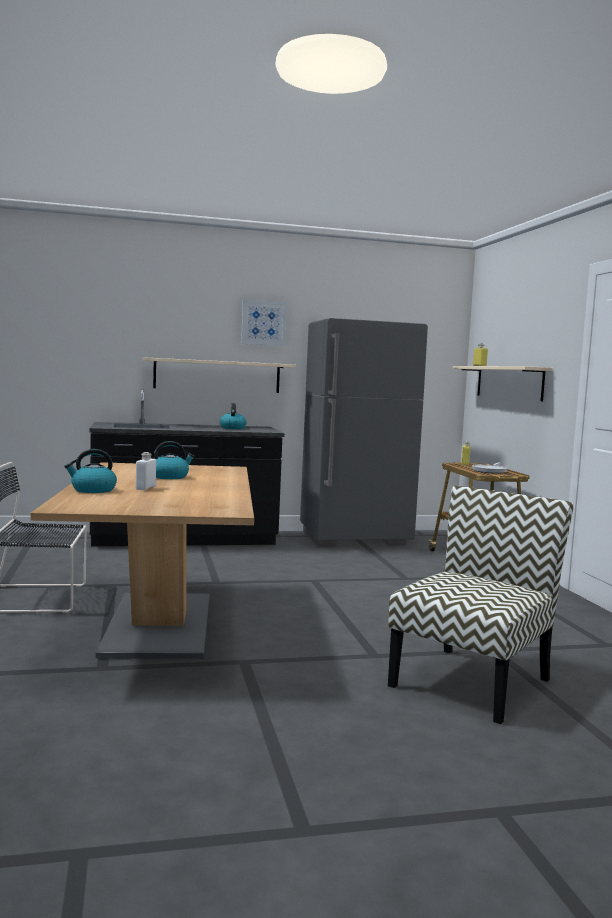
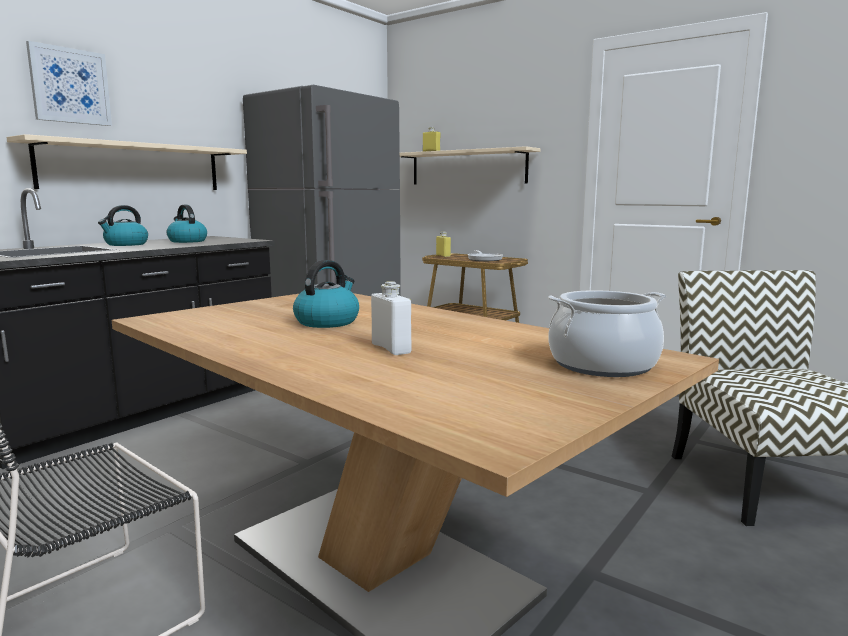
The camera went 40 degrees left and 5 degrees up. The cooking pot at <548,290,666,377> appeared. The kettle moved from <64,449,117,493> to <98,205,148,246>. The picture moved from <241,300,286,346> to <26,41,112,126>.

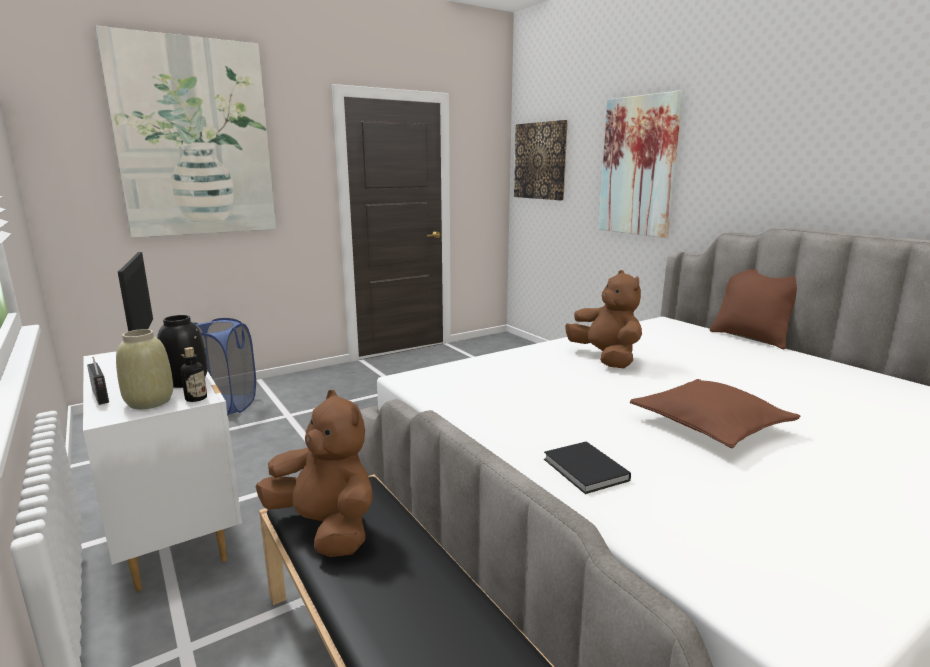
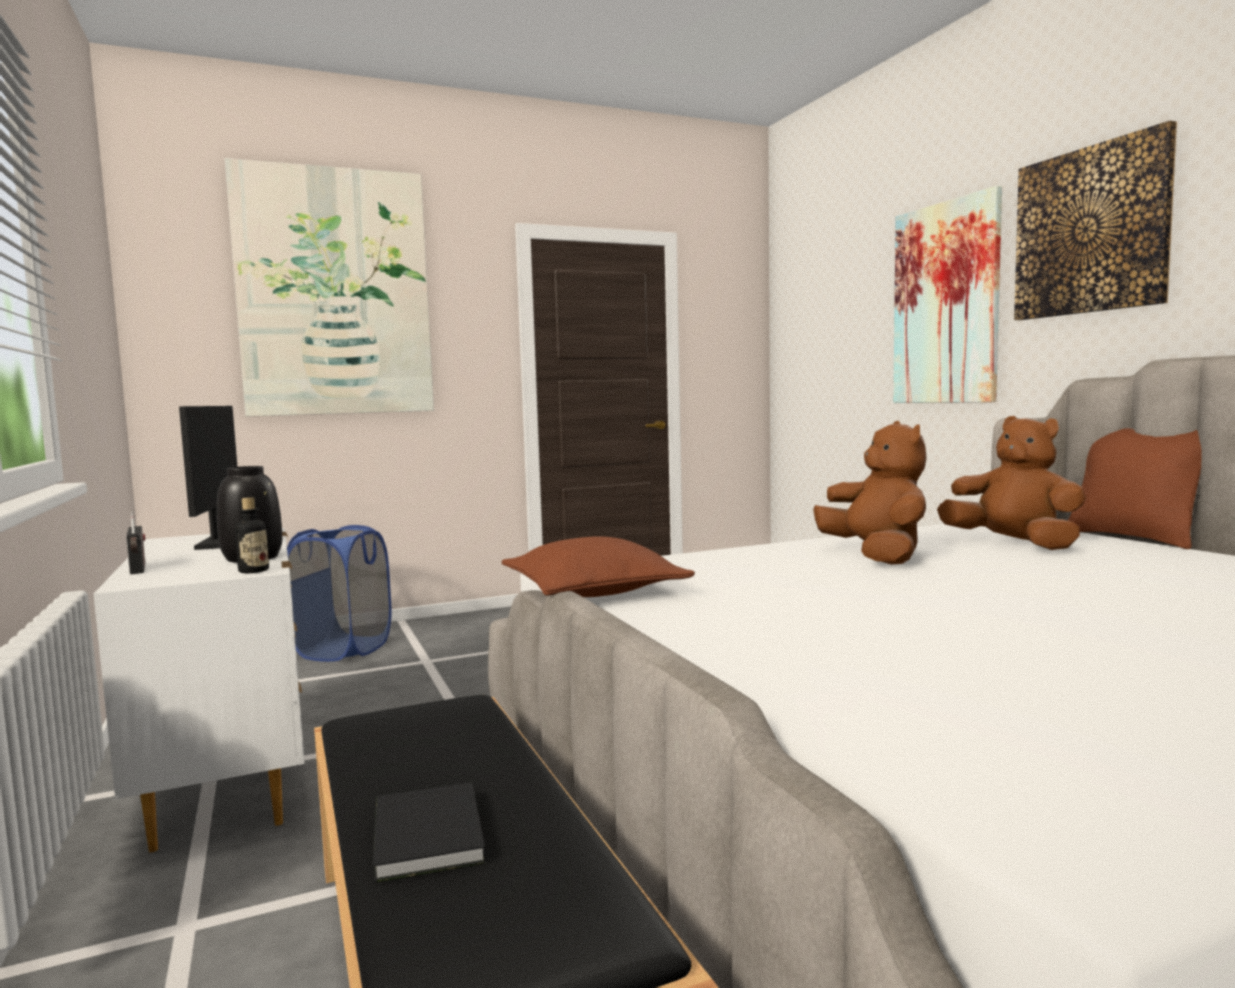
The camera went 10 degrees right and 10 degrees down. The vase (beige) at <116,329,173,409> disappeared. The plush toy (brown) moved from <255,390,373,557> to <937,416,1086,550>. The picture moved from <514,120,568,200> to <1014,121,1177,320>. The book (black) moved from <544,441,631,494> to <373,782,486,883>. The pillow (brown) moved from <630,379,800,448> to <502,536,695,597>.

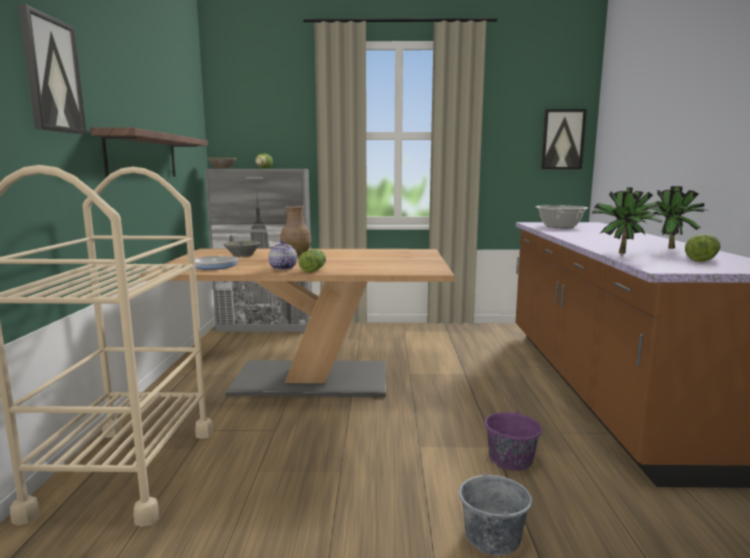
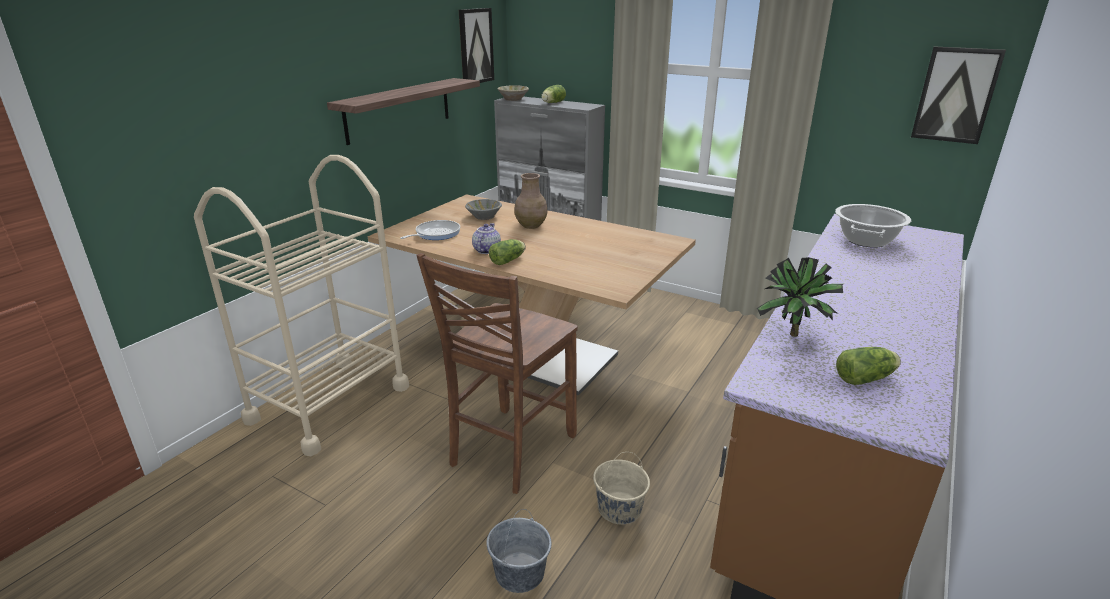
The camera went 30 degrees right and 15 degrees up. The potted plant at <643,186,709,249> disappeared. The chair (brown) at <416,253,578,494> appeared. The picture moved from <19,5,86,134> to <459,8,494,83>. The bucket (purple) at <485,397,542,471> became the bucket (beige) at <593,452,650,525>.

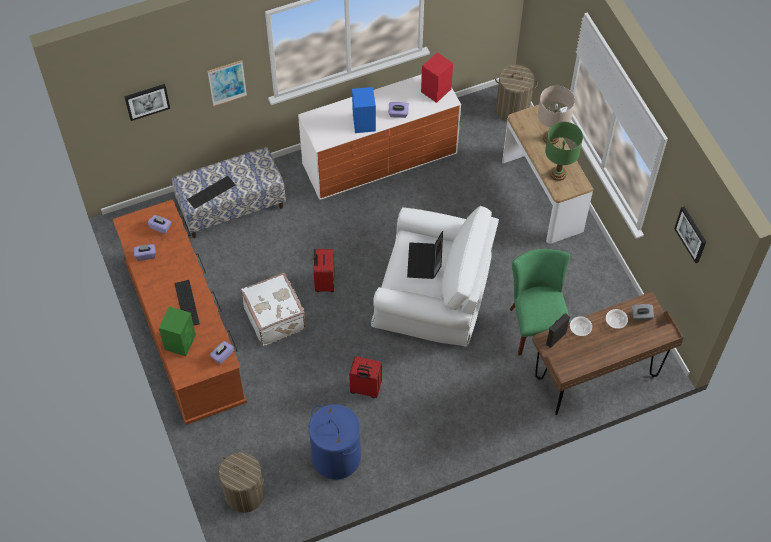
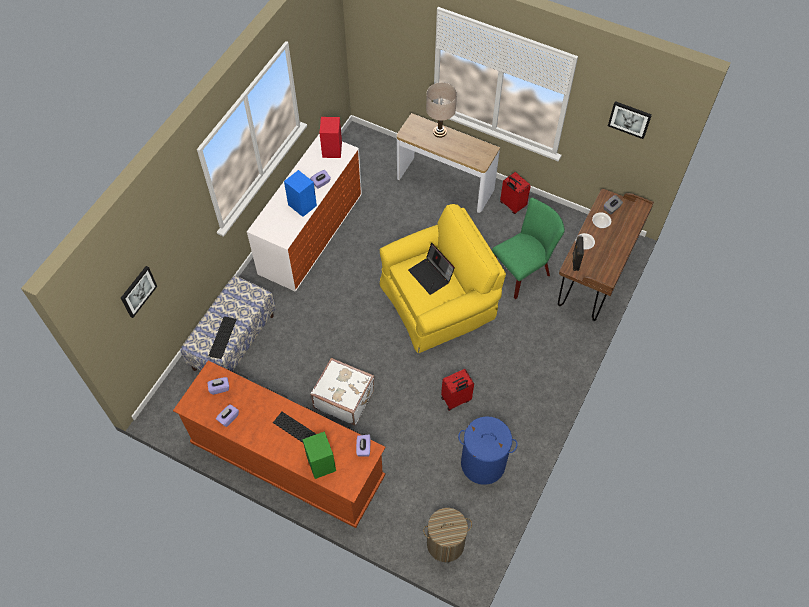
The camera went 40 degrees left and 0 degrees up. The picture at <207,60,247,106> disappeared. The laundry basket at <495,65,538,121> disappeared. The table lamp (green) at <545,122,583,181> disappeared. The suitcase (red) moved from <314,249,334,292> to <500,172,531,214>. The armchair (white) at <371,206,499,347> became the armchair (yellow) at <379,204,506,353>. The chair (green) at <510,249,571,356> turned 105 degrees clockwise.

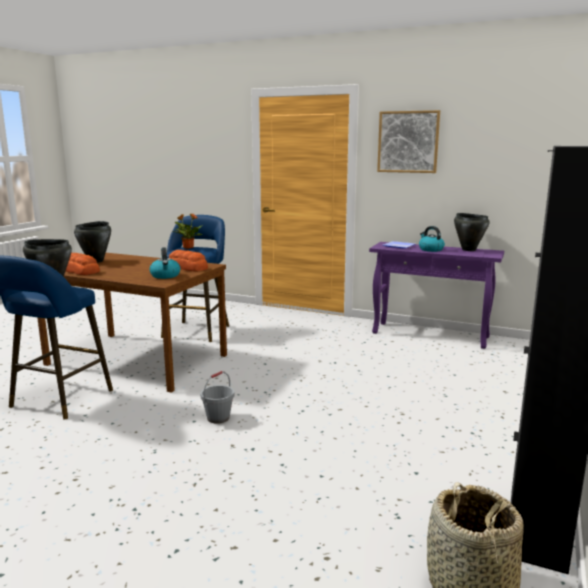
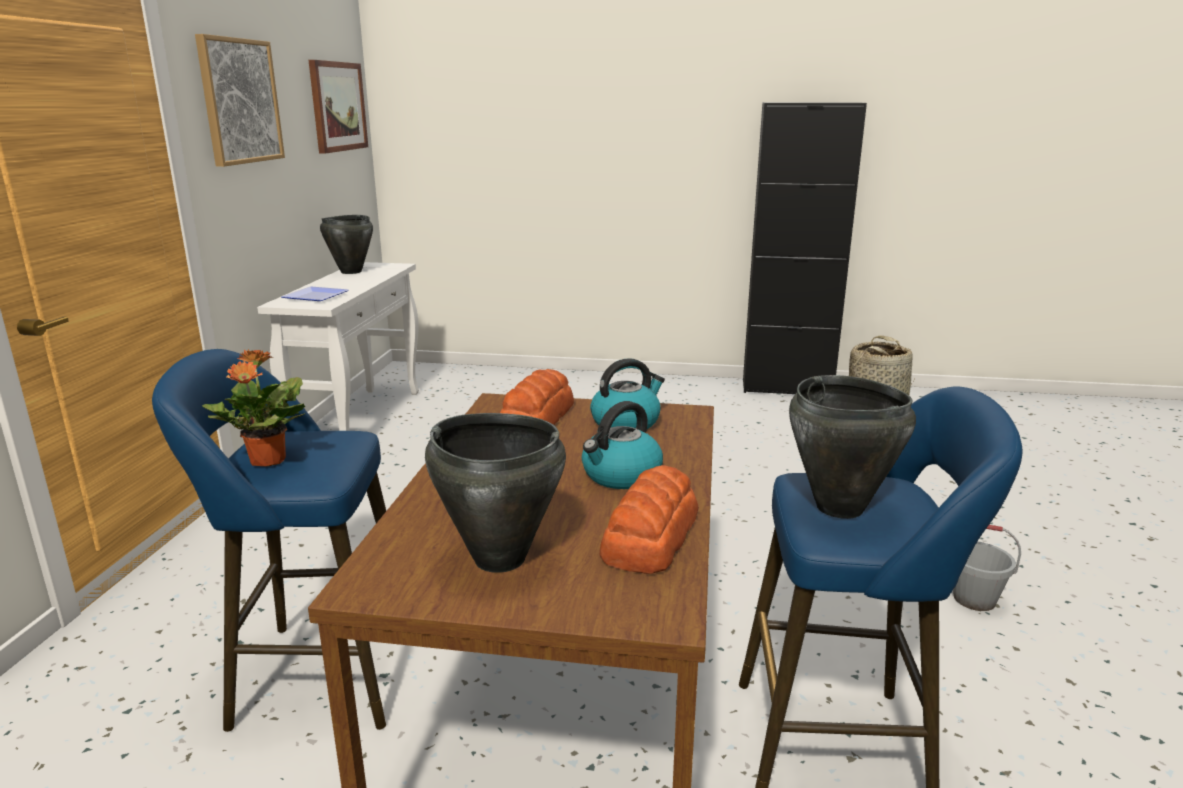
The camera went 105 degrees left and 5 degrees up. The picture at <309,60,368,154> appeared. The bucket (grey) moved from <200,371,235,424> to <953,525,1021,611>. The kettle moved from <419,226,445,252> to <582,401,663,489>. The console table (purple) at <369,242,504,349> became the console table (white) at <257,262,419,431>.

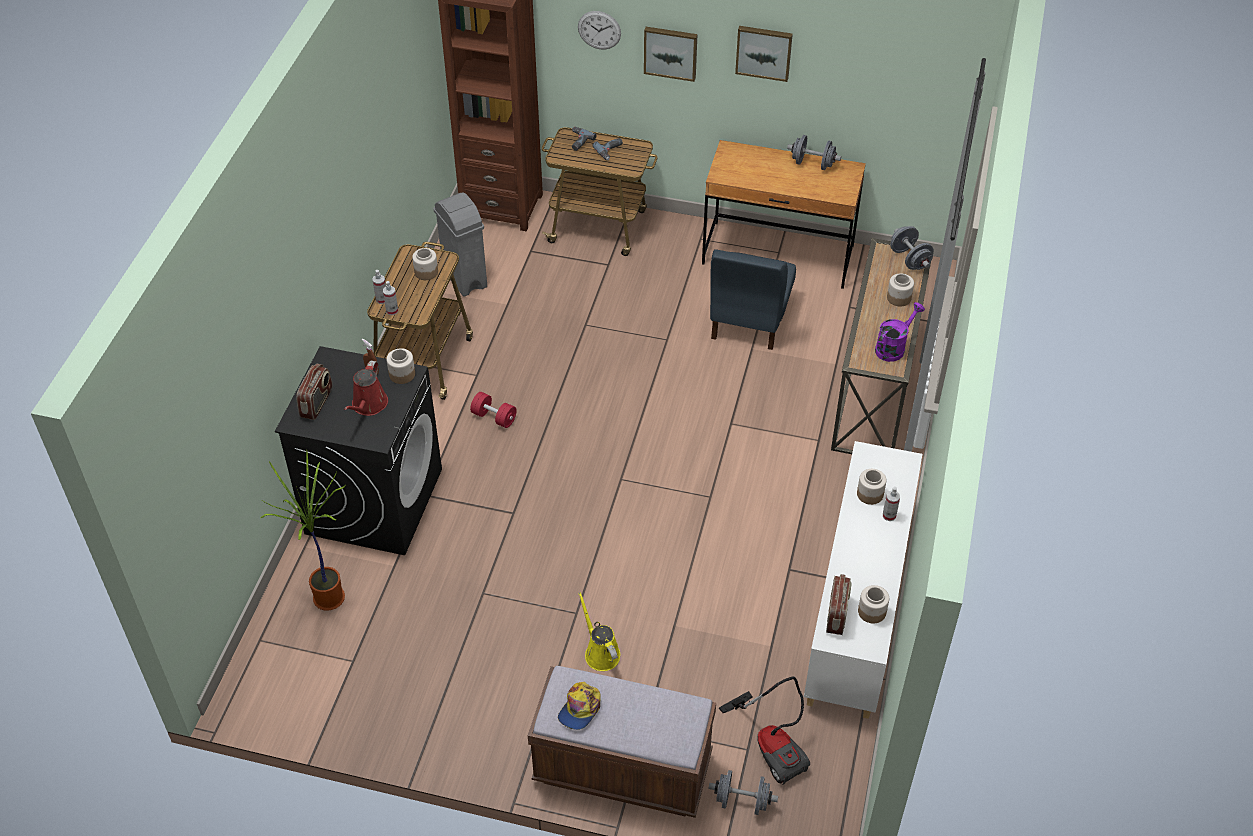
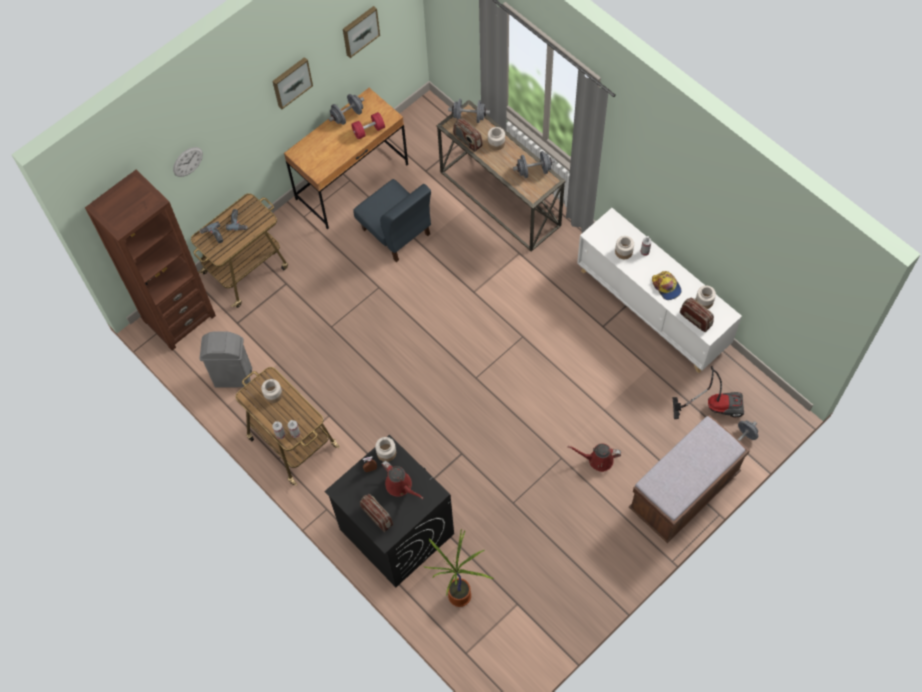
The camera went 55 degrees left and 15 degrees up. The radio at <453,118,483,152> appeared. The dumbbell (red) moved from <470,392,517,428> to <351,112,385,139>. The cap moved from <558,682,601,730> to <652,271,682,300>. The picture moved from <644,27,698,82> to <343,6,380,58>. The watering can (purple) at <875,302,925,362> was replaced by the dumbbell (grey) at <513,151,555,178>. The watering can (yellow) at <578,592,620,671> became the watering can (red) at <568,443,621,472>.

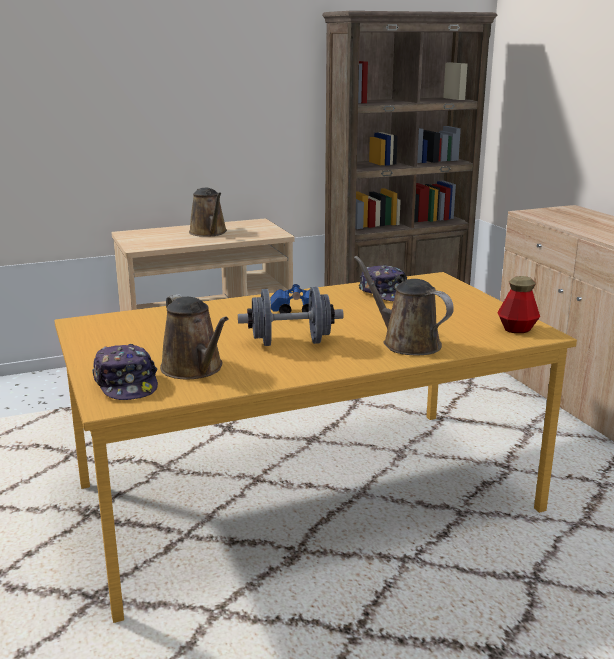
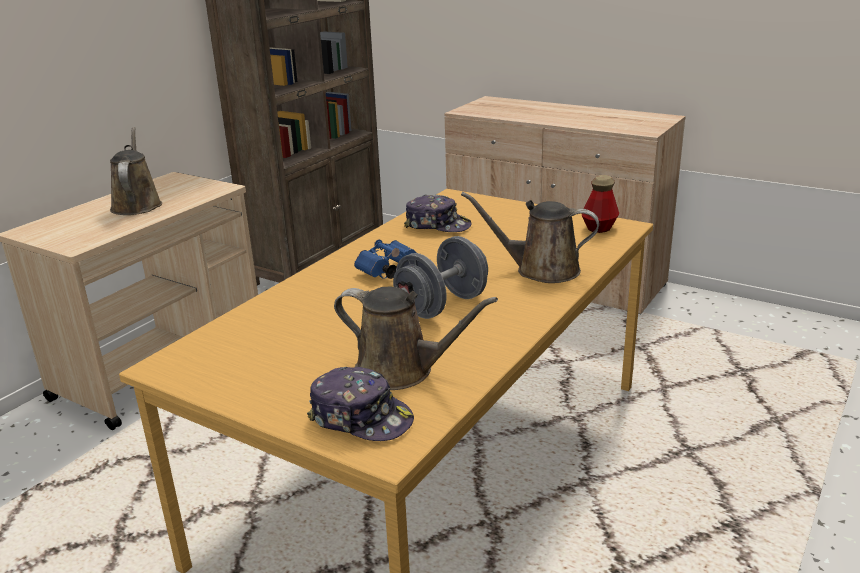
The camera went 35 degrees left and 5 degrees up. The watering can (brown) at <189,188,227,237> turned 135 degrees counterclockwise.

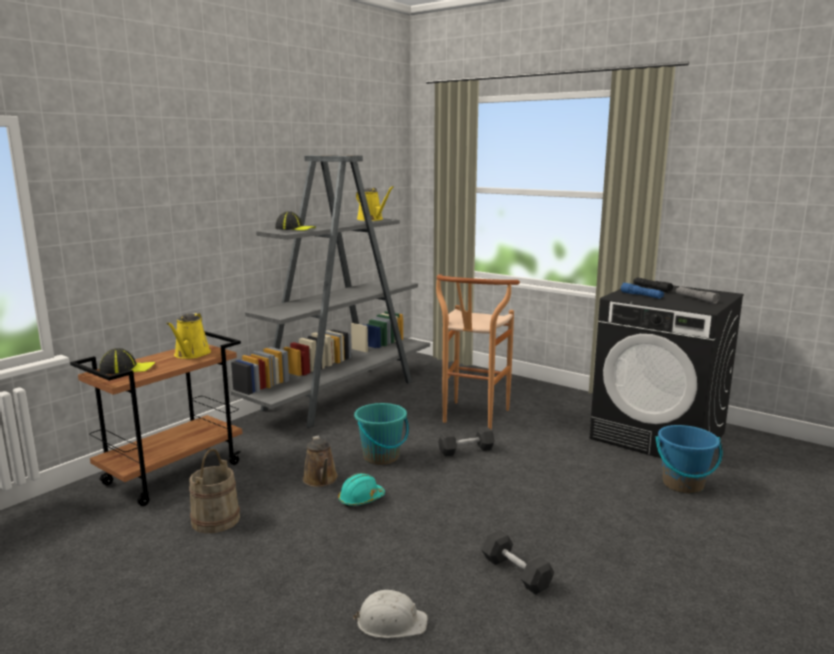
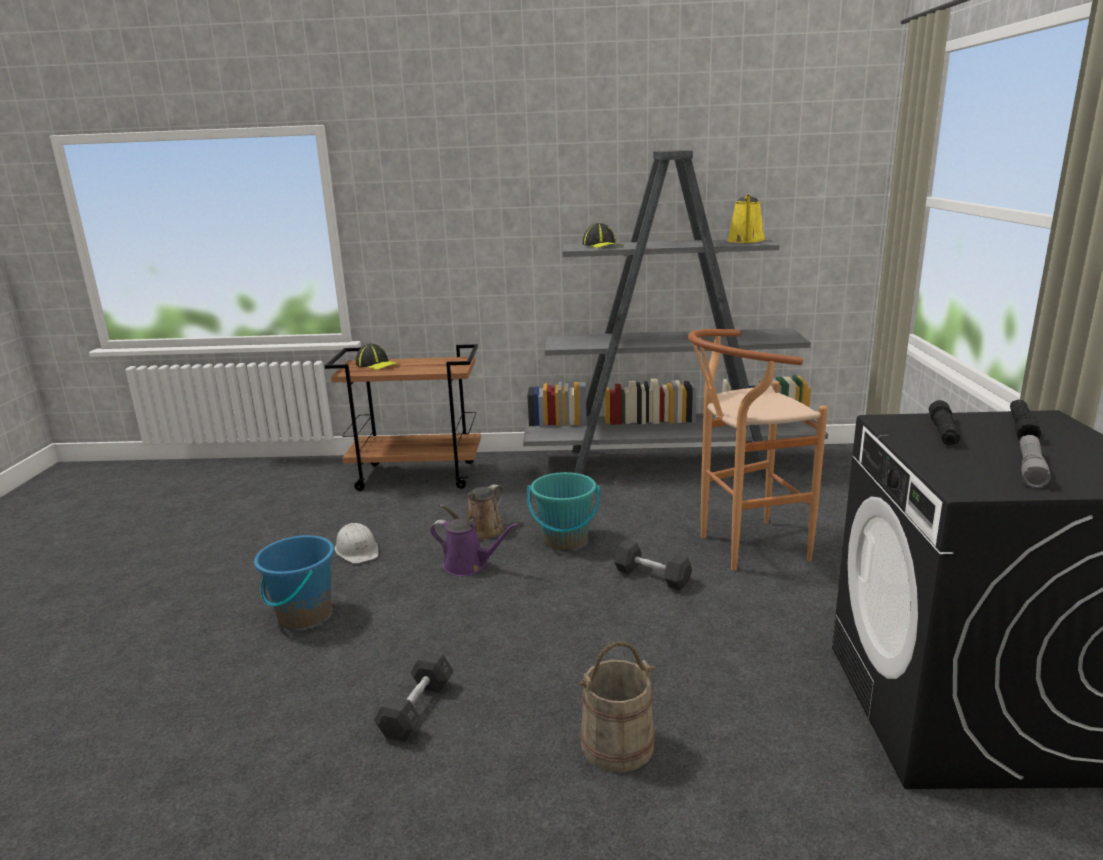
The camera went 55 degrees right and 5 degrees up. The watering can (yellow) at <166,313,211,359> disappeared. The bucket (beige) moved from <189,449,240,533> to <579,642,655,772>. The hard hat (white) moved from <353,590,428,638> to <335,523,379,564>. The bucket (blue) moved from <656,425,723,494> to <254,535,334,629>. The hard hat (turquoise) at <338,473,385,507> was replaced by the watering can (purple) at <430,518,518,576>. The flashlight (blue) at <621,283,664,299> became the flashlight (black) at <929,400,960,445>.

